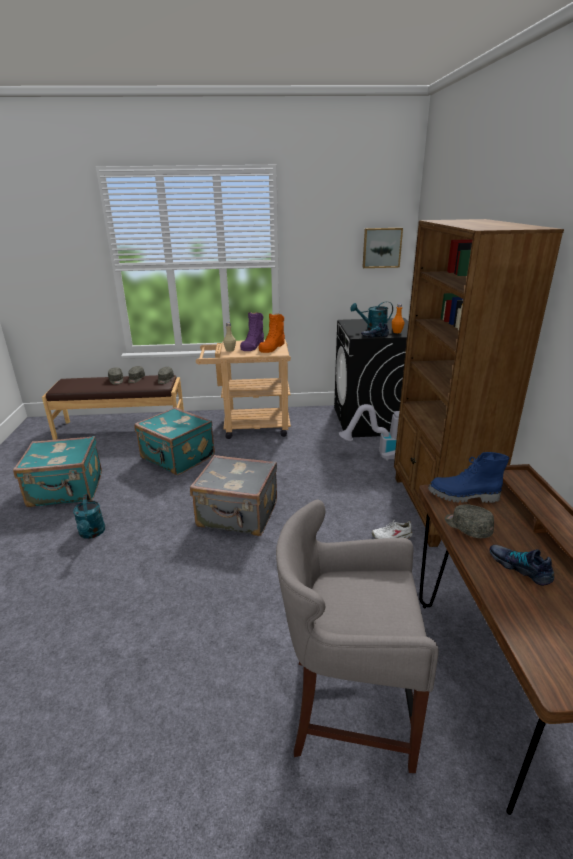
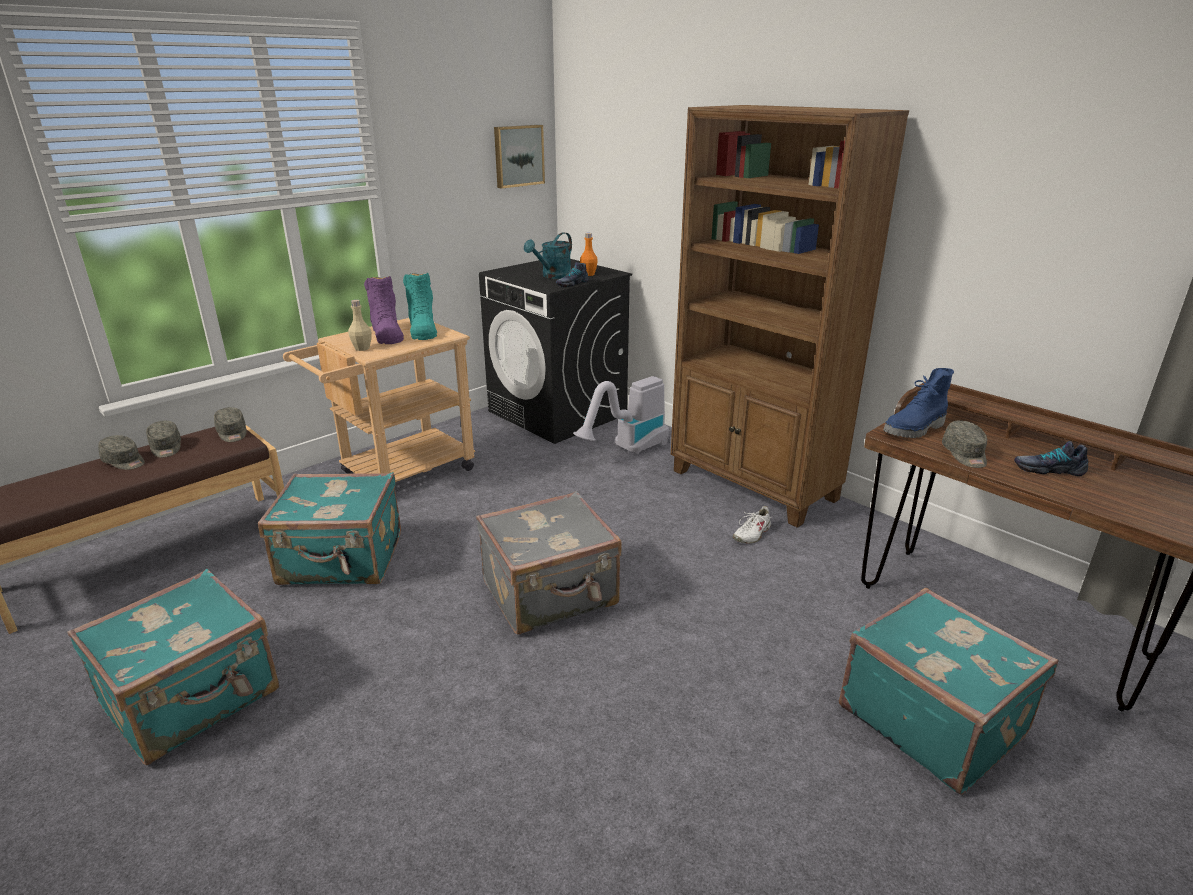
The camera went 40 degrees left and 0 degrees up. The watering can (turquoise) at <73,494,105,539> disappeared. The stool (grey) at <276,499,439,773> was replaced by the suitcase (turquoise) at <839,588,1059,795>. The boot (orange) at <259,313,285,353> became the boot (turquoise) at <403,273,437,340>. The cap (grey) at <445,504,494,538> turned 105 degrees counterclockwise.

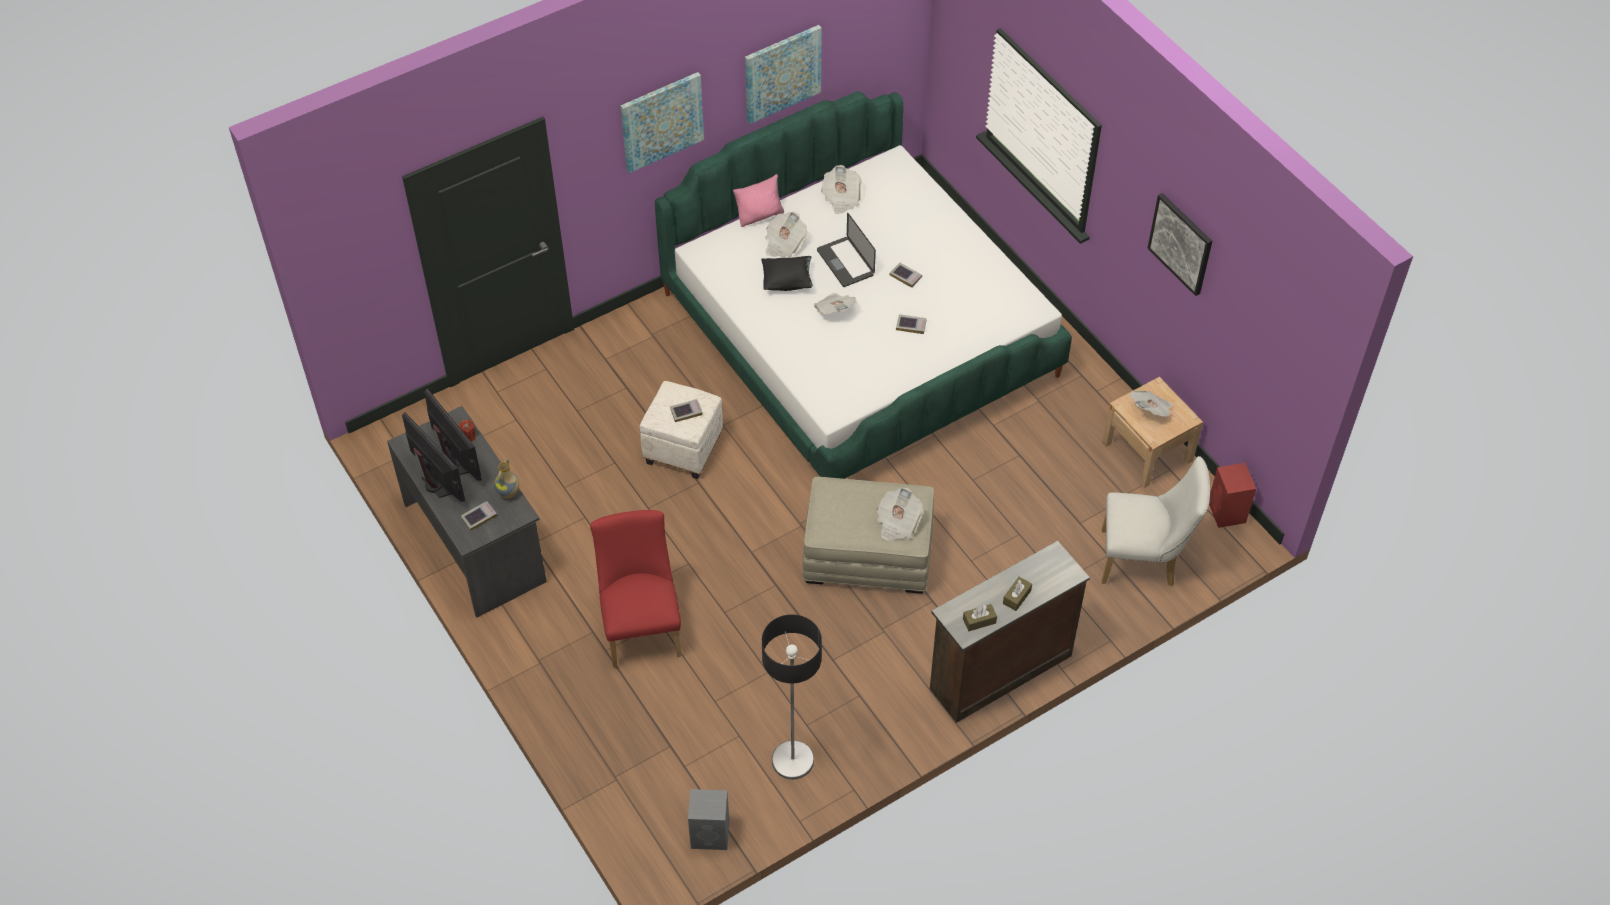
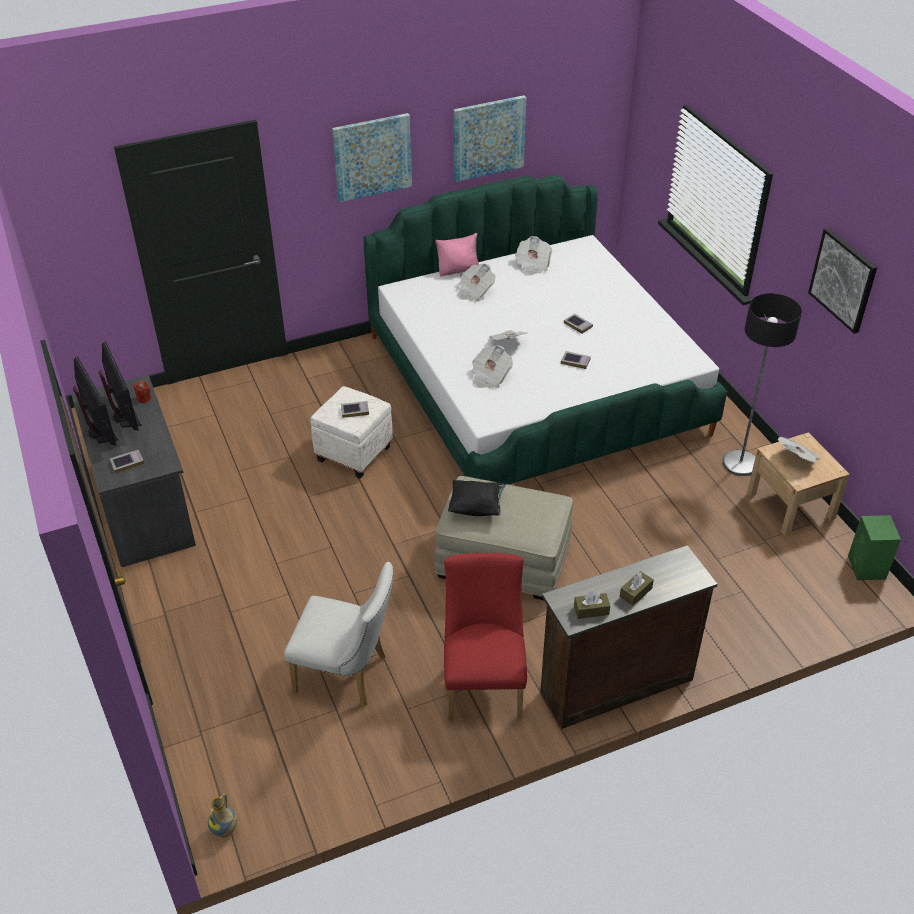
The camera went 10 degrees right and 10 degrees down. The speaker (grey) at <688,789,729,850> disappeared. The laptop at <817,213,876,287> disappeared. The vase moved from <494,459,519,499> to <208,793,237,838>. The chair (red) moved from <590,510,681,668> to <444,553,527,722>. The pillow (black) moved from <761,256,813,291> to <448,480,506,516>. The floor lamp moved from <762,614,822,779> to <723,293,802,476>. The newspaper moved from <877,487,924,540> to <471,345,513,388>. The chair (white) moved from <1101,456,1210,587> to <284,562,393,707>. The speaker (red) at <1209,463,1256,528> became the speaker (green) at <848,515,901,580>.

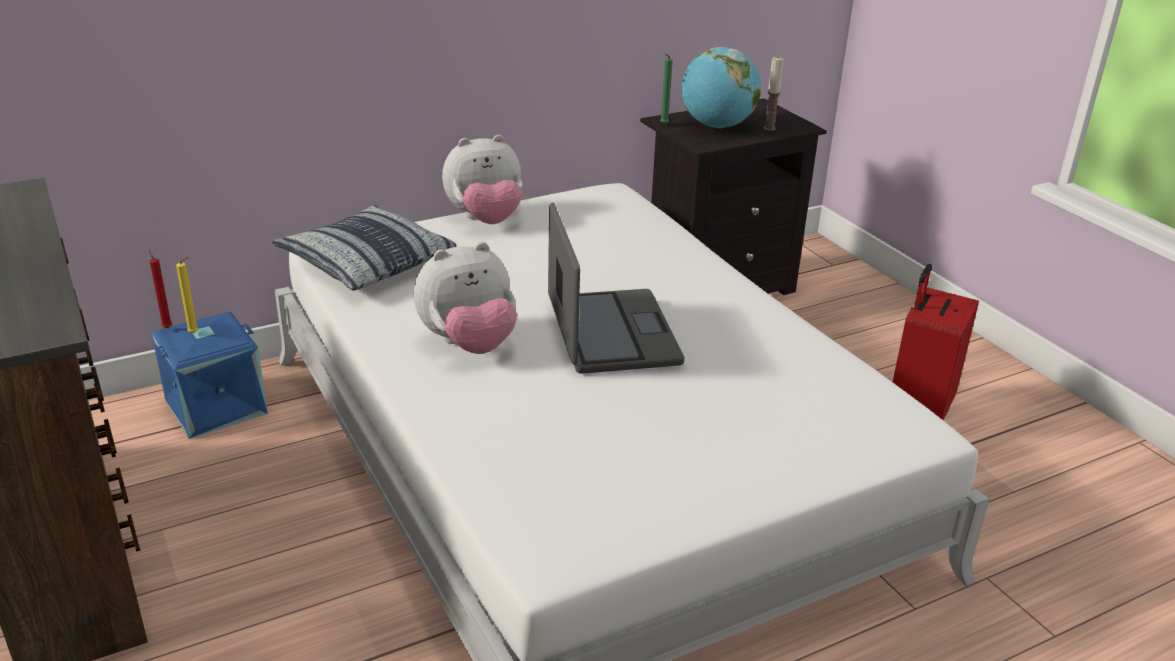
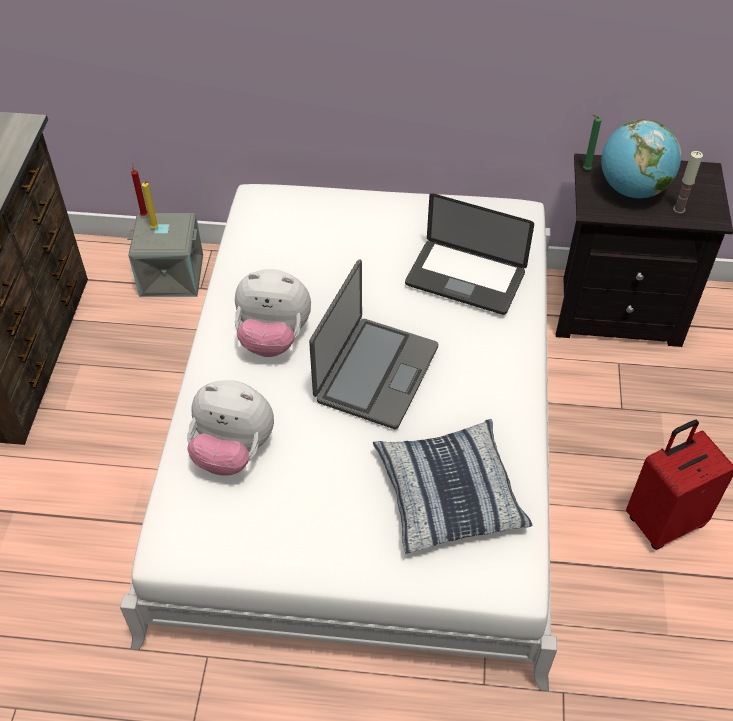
The camera went 35 degrees right and 20 degrees up. The laptop at <405,193,534,315> appeared. The pillow moved from <272,205,457,291> to <373,419,533,553>. The plush toy moved from <442,135,523,224> to <187,380,274,476>. The storage box (blue) at <151,312,268,439> became the storage box (grey) at <127,213,203,297>.

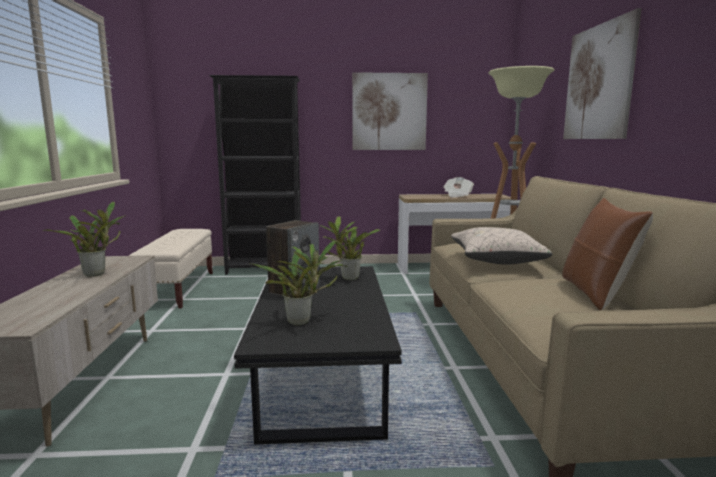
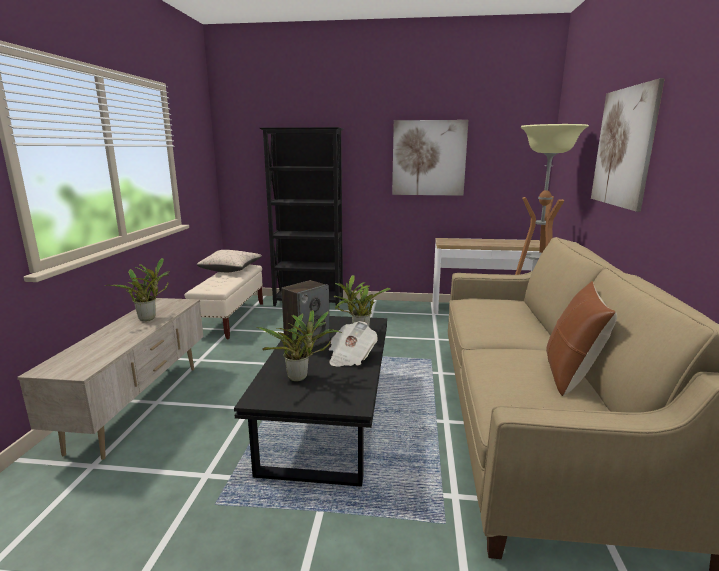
The camera went 10 degrees right and 5 degrees up. The newspaper moved from <443,177,474,198> to <329,321,378,366>. The pillow (beige) moved from <451,227,552,265> to <197,250,262,272>.

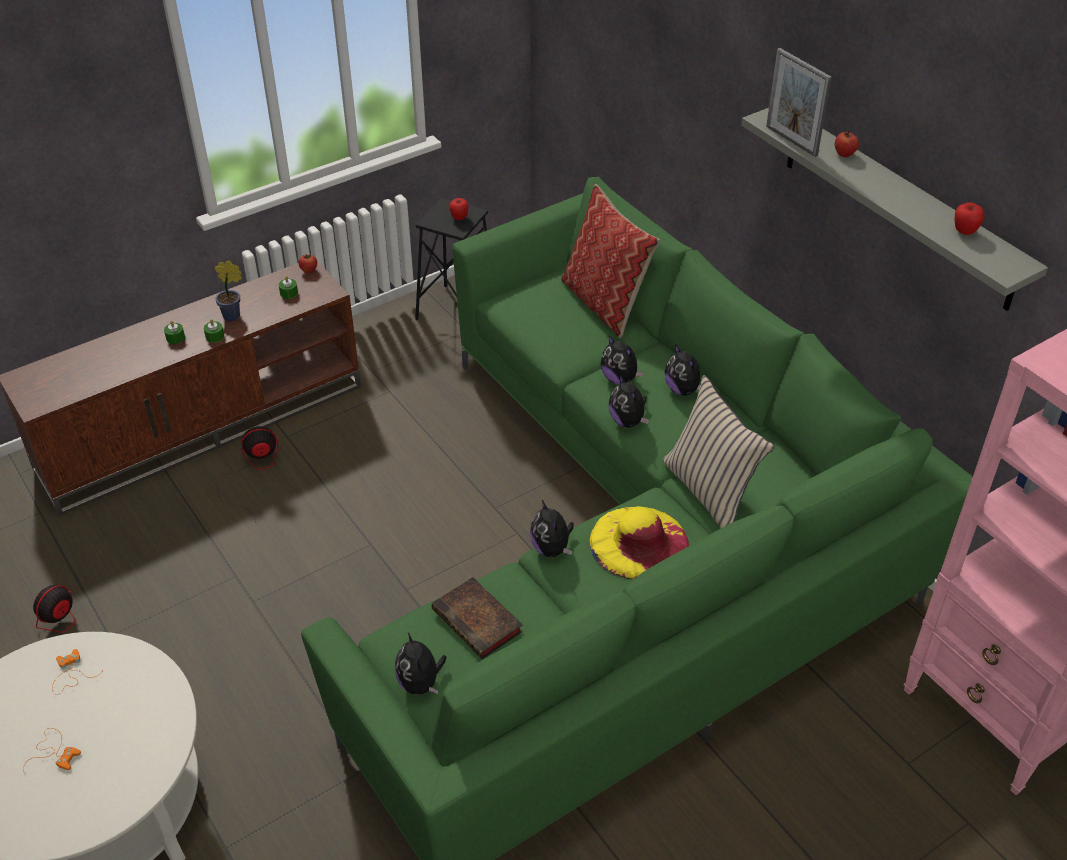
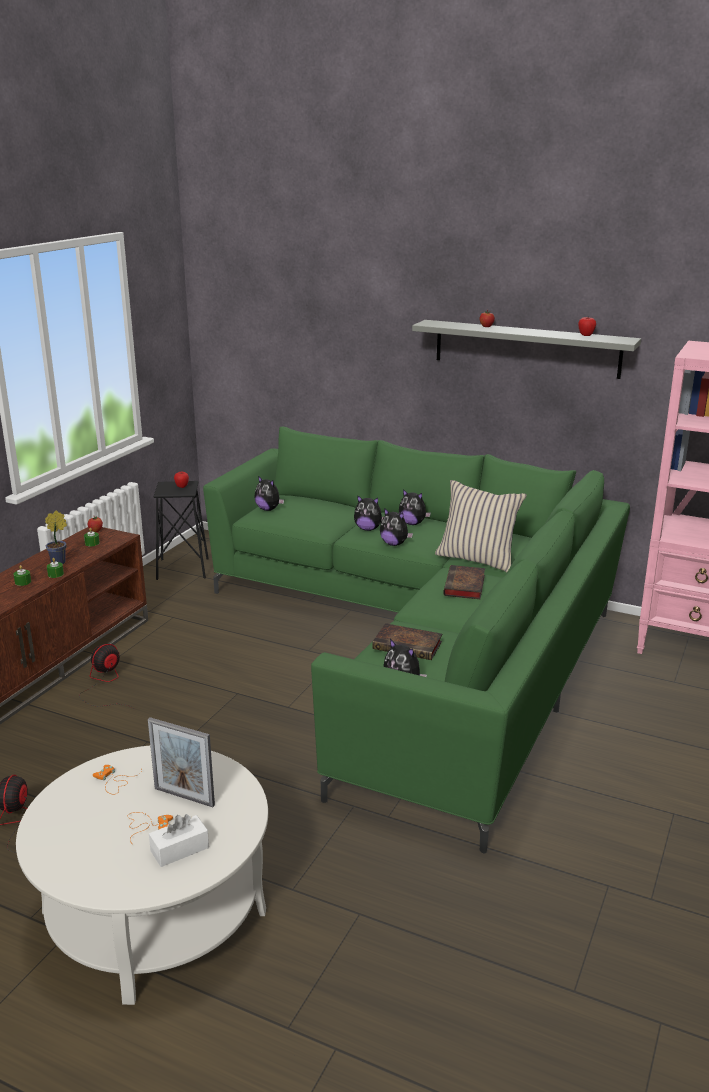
The camera went 30 degrees left and 20 degrees down. The pillow at <561,184,660,338> disappeared. The tissue box (white) at <149,814,209,867> appeared. The plush toy moved from <530,500,574,557> to <254,476,284,511>. The picture frame moved from <766,48,832,157> to <148,717,215,807>. The hat (yellow) at <589,506,689,580> was replaced by the book at <443,565,485,599>.

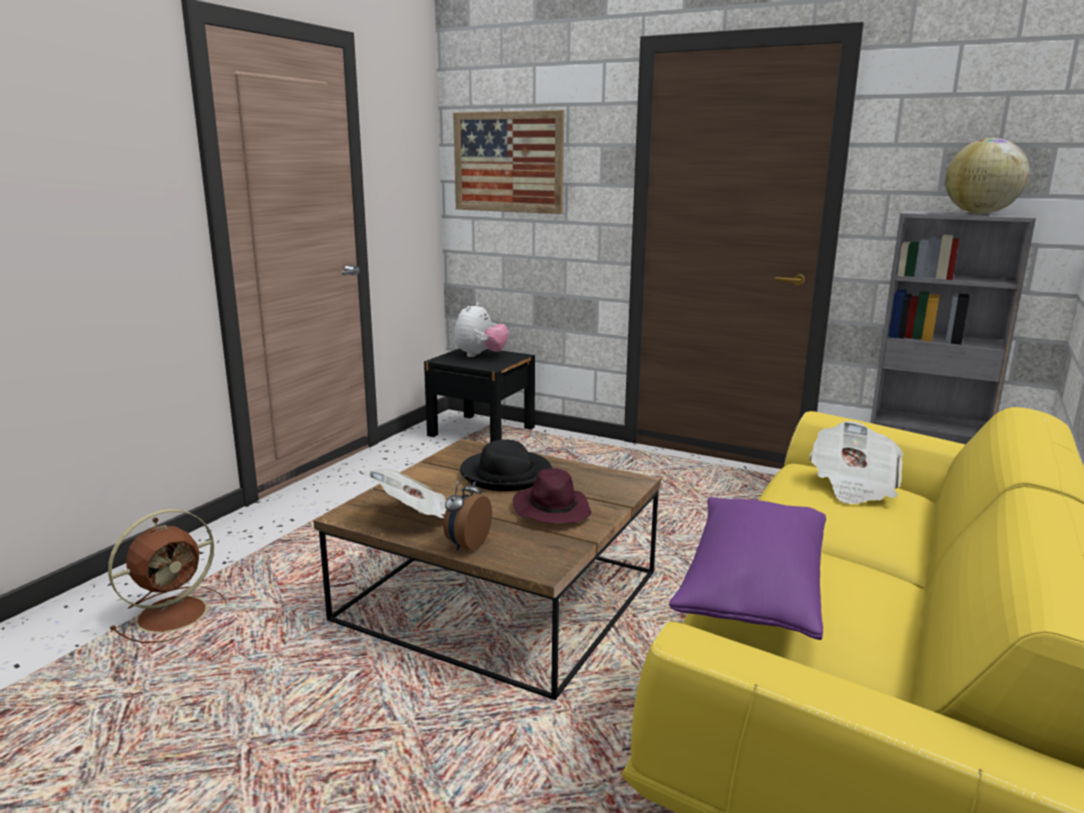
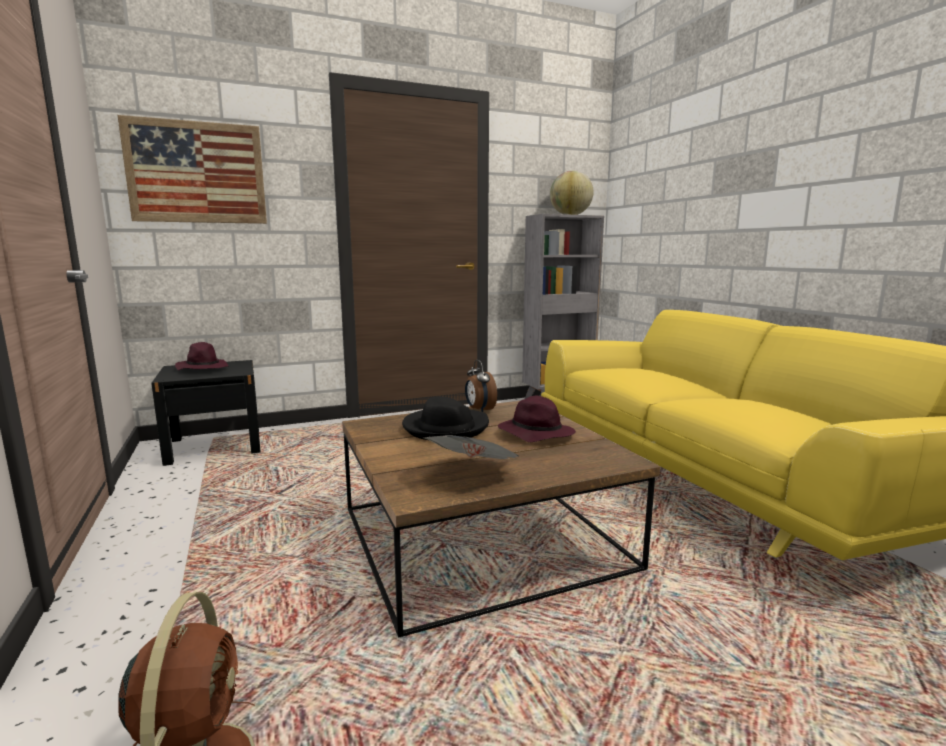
The camera went 50 degrees left and 5 degrees down. The pillow (purple) at <669,497,826,640> disappeared. The newspaper at <809,421,903,504> disappeared. The alarm clock moved from <443,475,492,551> to <465,360,497,412>. The plush toy at <454,302,509,357> was replaced by the hat (purple) at <175,342,229,371>.

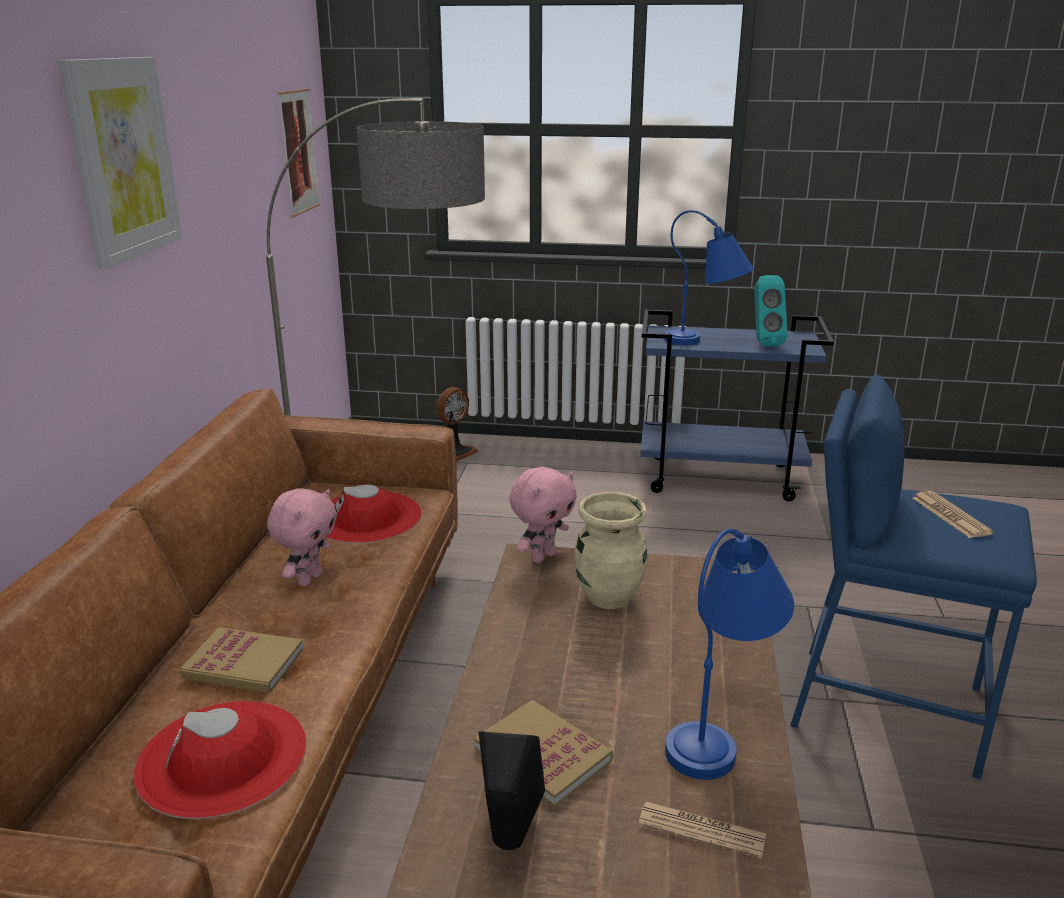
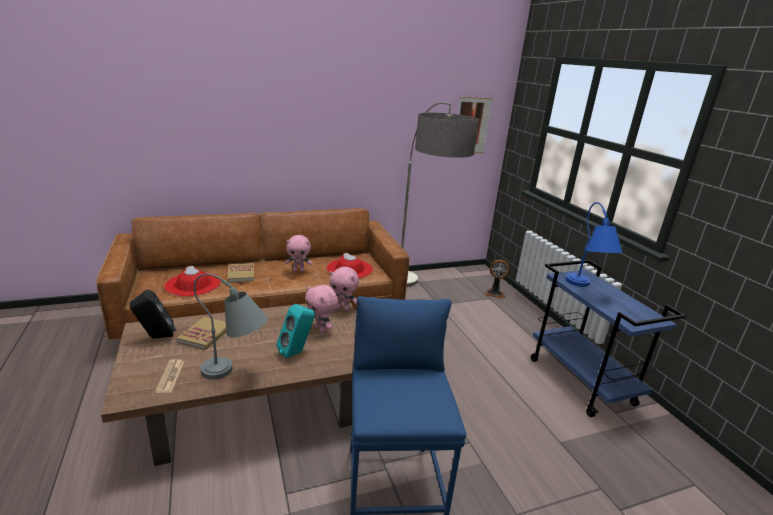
The camera went 60 degrees right and 0 degrees up. The picture at <58,57,182,269> disappeared. The newspaper at <912,491,993,538> disappeared. The speaker (turquoise) moved from <754,275,788,346> to <277,304,315,359>. The vase (beige) at <575,492,647,609> was replaced by the plush toy (pink) at <305,285,339,333>. The table lamp (blue) at <665,529,794,780> became the table lamp (grey) at <194,273,268,380>.

